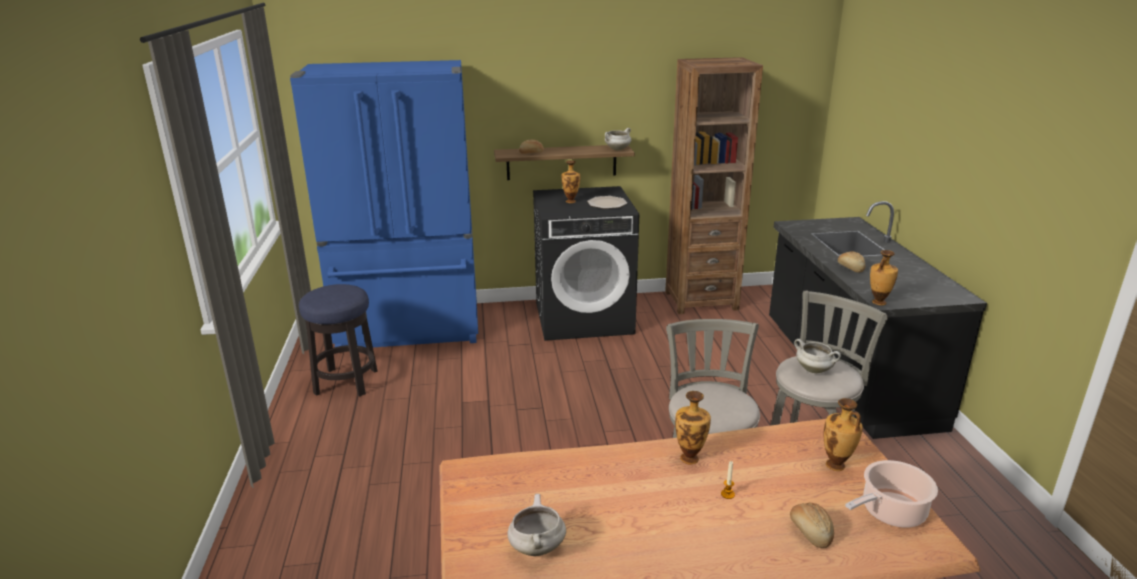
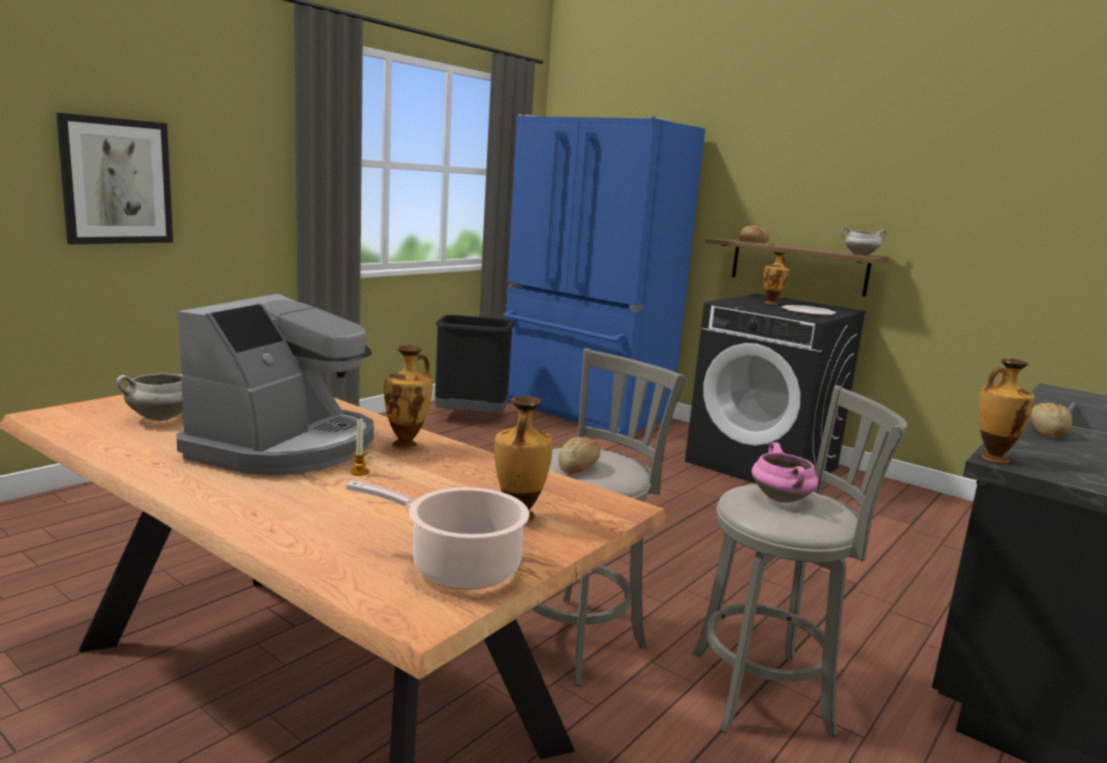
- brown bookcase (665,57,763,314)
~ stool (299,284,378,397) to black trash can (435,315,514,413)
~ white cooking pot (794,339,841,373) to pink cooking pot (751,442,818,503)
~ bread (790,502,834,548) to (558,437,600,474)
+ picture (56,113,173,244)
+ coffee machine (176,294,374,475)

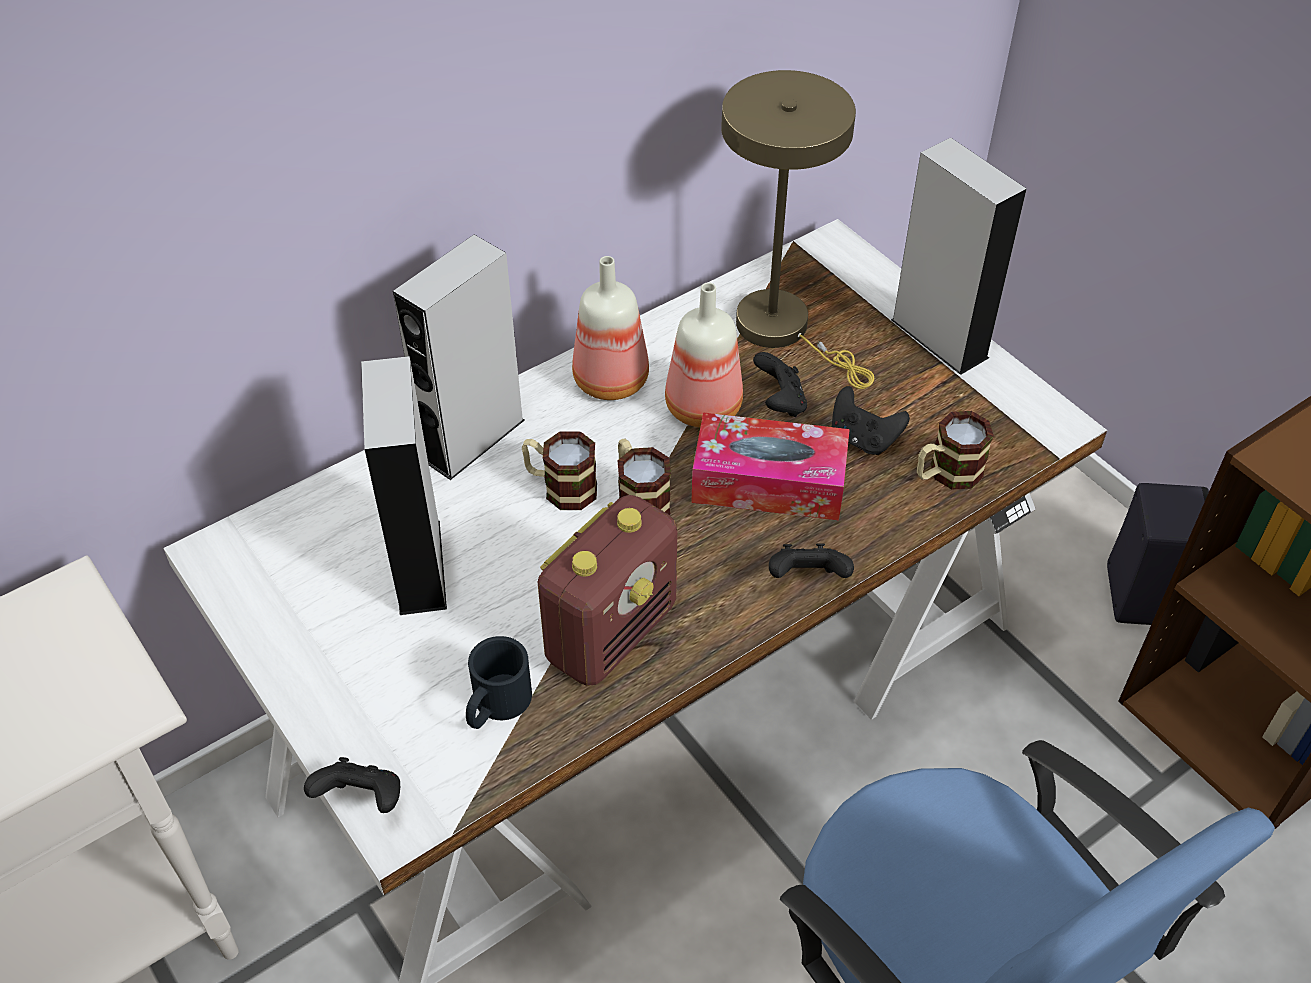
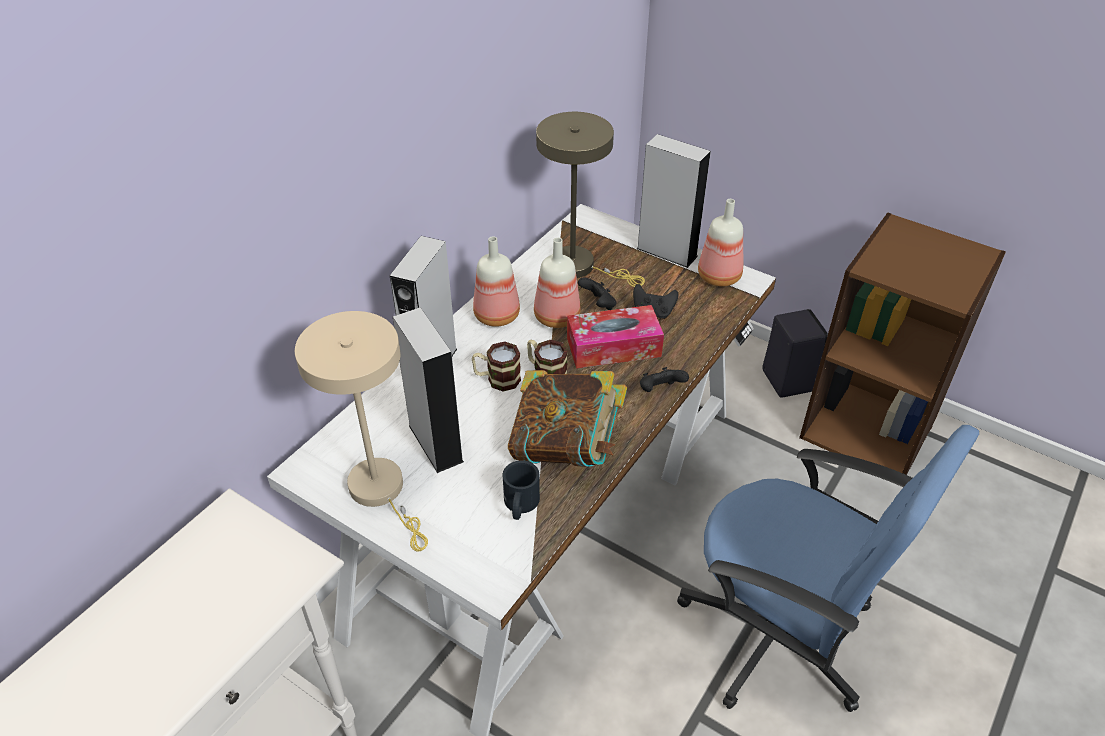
- mug (917,411,994,489)
~ radio (538,495,677,686) to book (508,370,627,467)
- black game controller (304,757,400,813)
+ bottle (698,199,743,287)
+ beige table lamp (295,311,428,551)

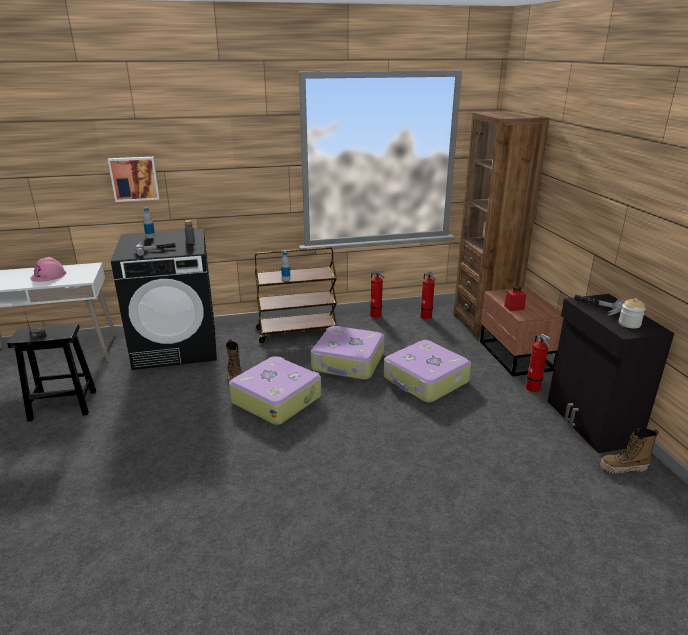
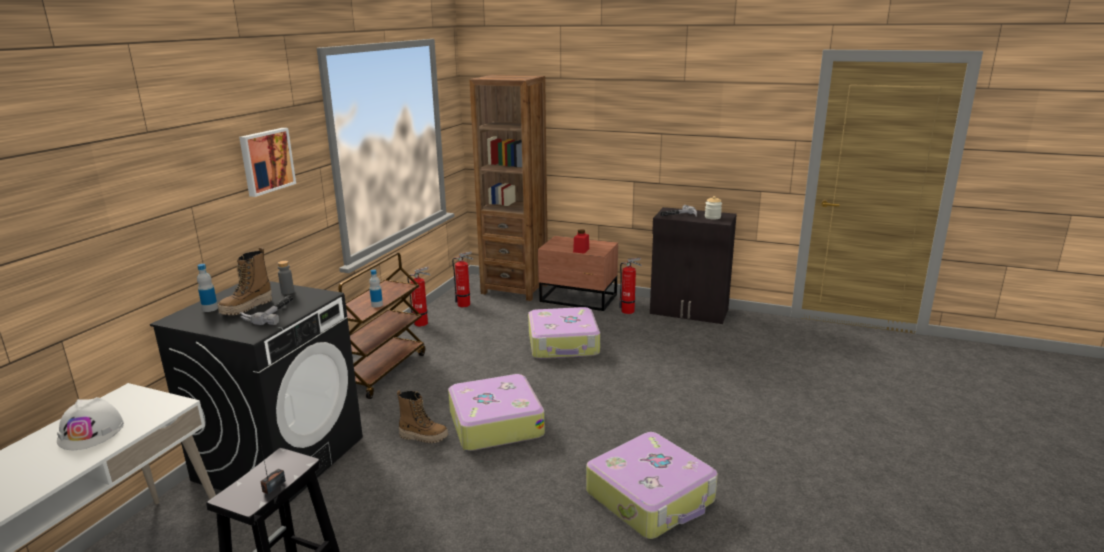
~ picture (108,157,160,202) to (239,128,296,197)
~ pink hard hat (30,257,66,282) to white hard hat (57,397,124,450)
~ suitcase (311,326,384,380) to (586,432,718,539)
~ boot (600,428,659,474) to (217,247,272,315)

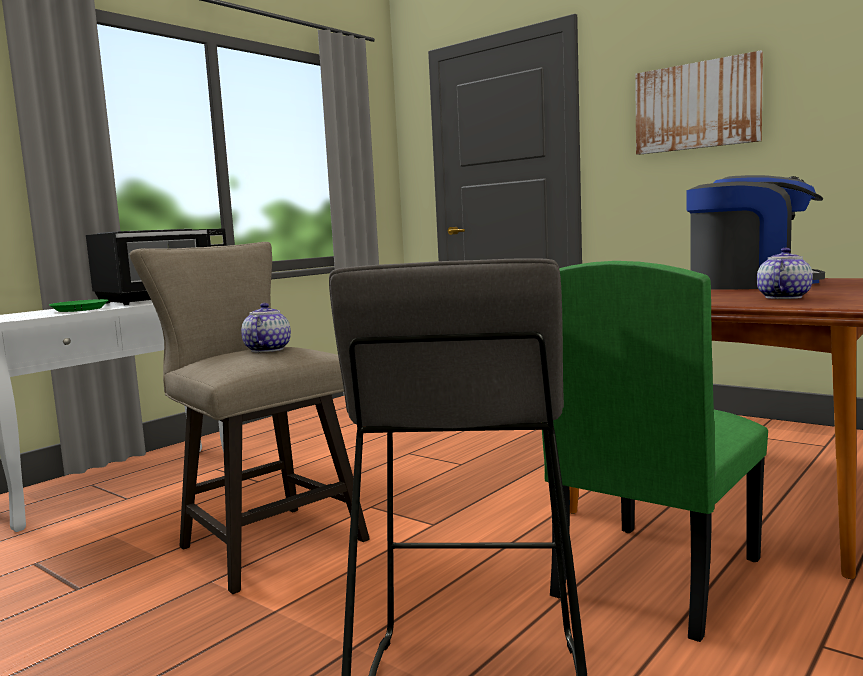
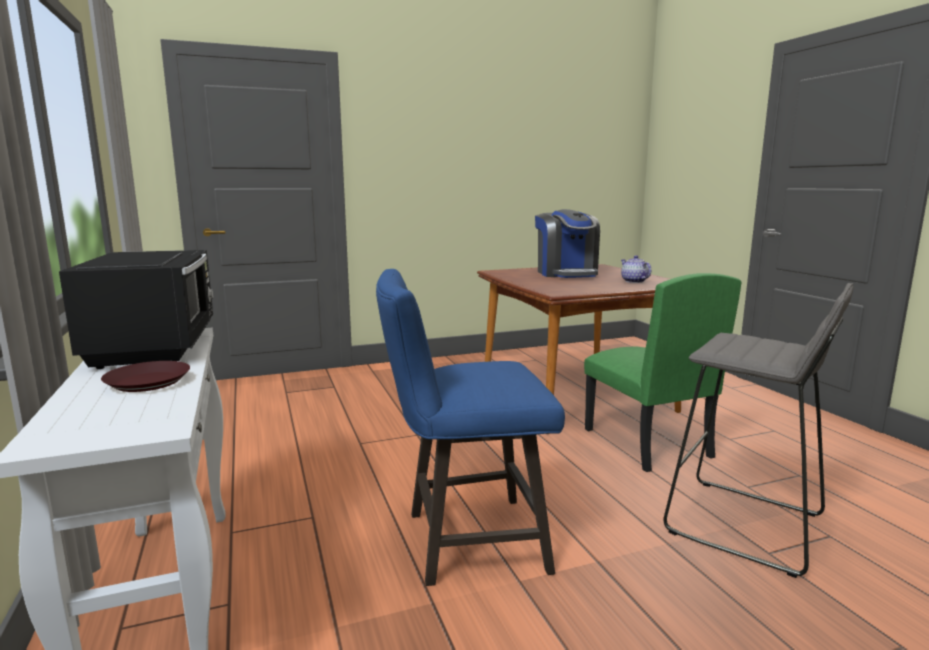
- picture (635,51,763,155)
~ coffee machine (687,175,825,290) = (535,209,600,278) 120 degrees clockwise
~ beige stool (130,242,370,594) to blue stool (376,269,565,586)
~ green plate (49,299,108,312) to brown plate (101,361,190,392)
- teapot (241,303,291,352)

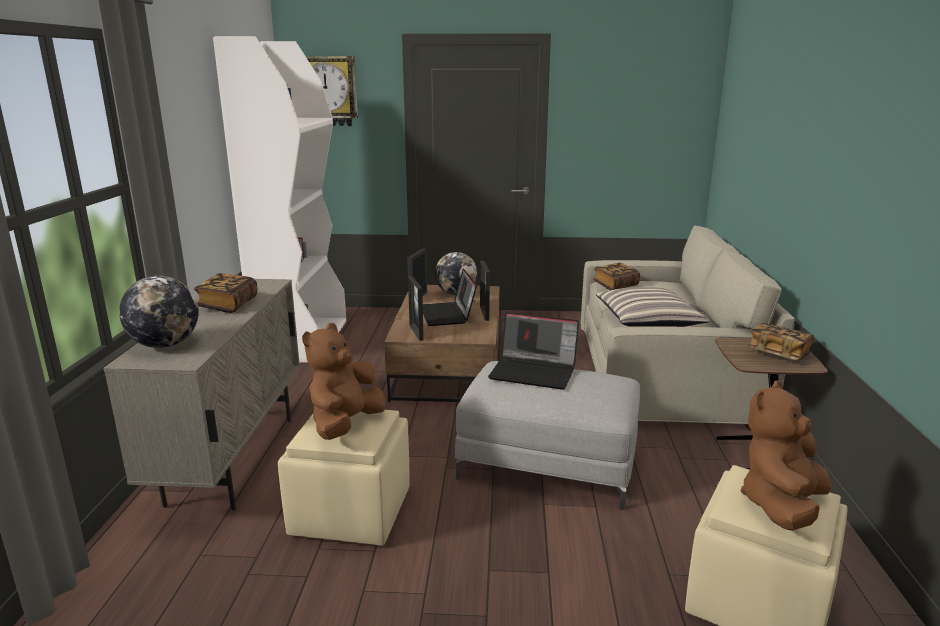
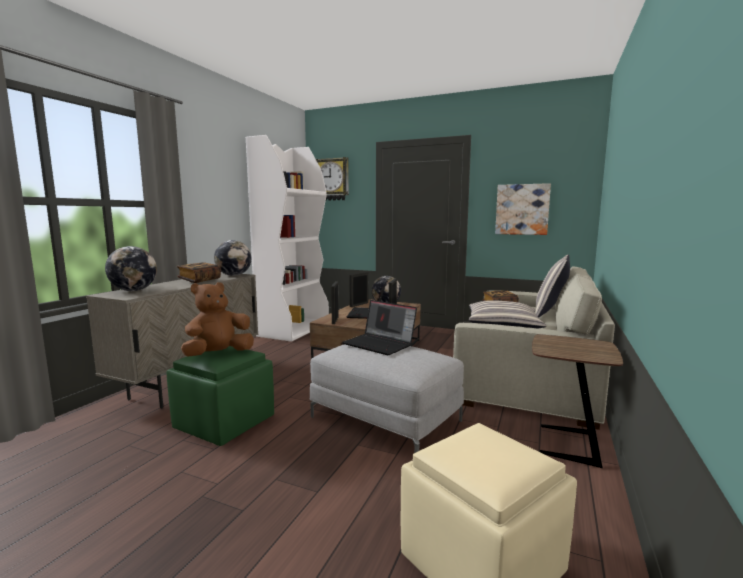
- book (748,323,814,361)
- brown plush toy (741,380,831,531)
~ beige ottoman (278,410,410,546) to green ottoman (166,346,274,446)
+ picture (495,183,551,235)
+ globe (214,240,251,276)
+ pillow (536,255,570,318)

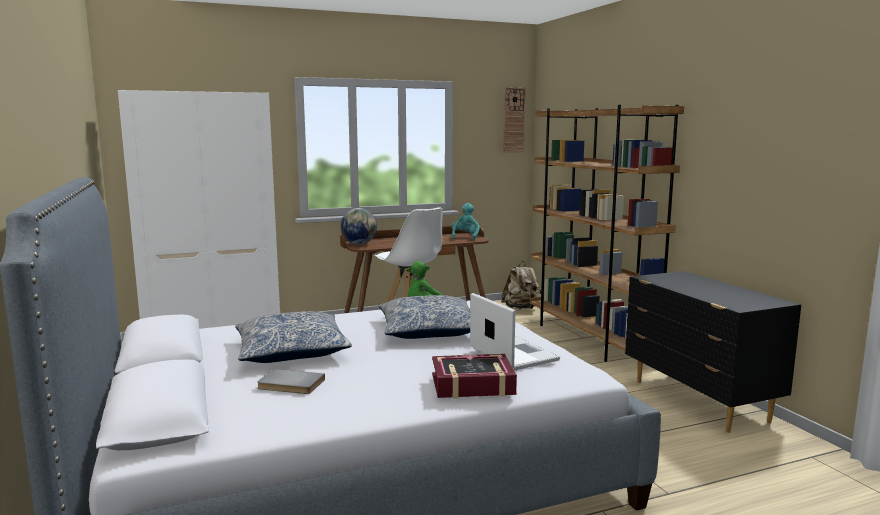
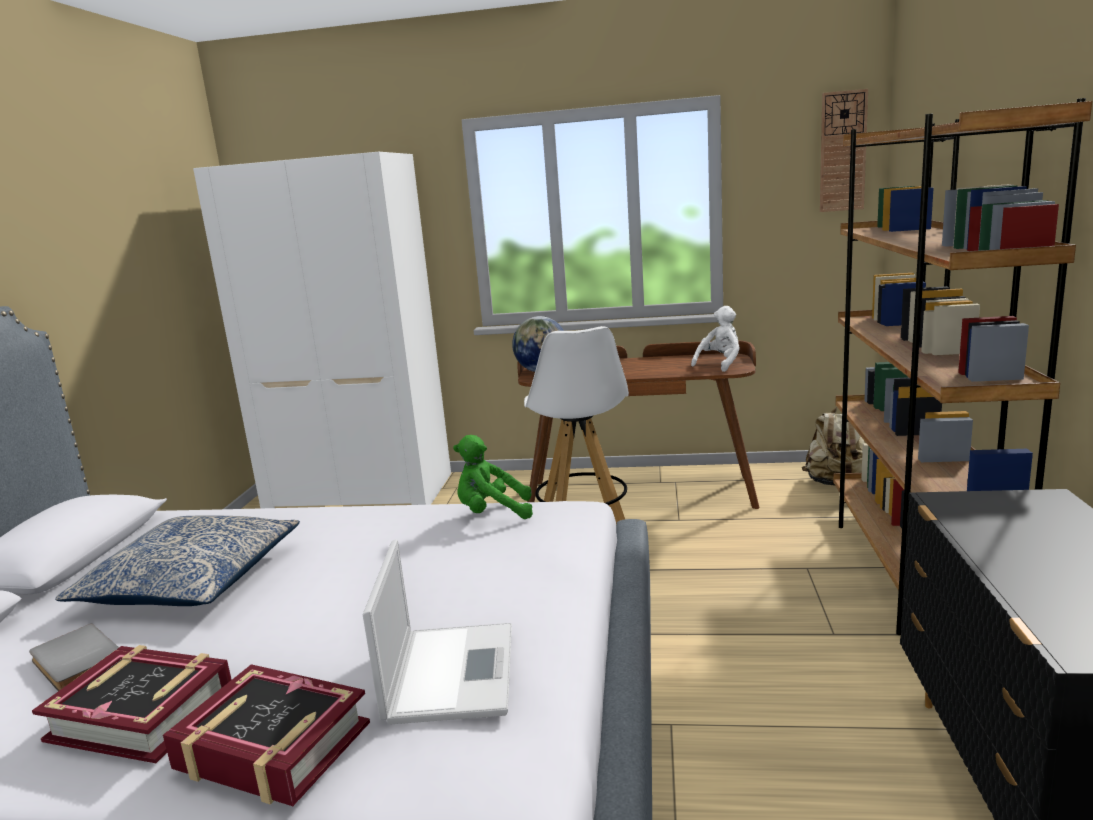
~ turquoise plush toy (451,203,480,241) to white plush toy (691,306,740,372)
- pillow (379,295,470,339)
+ book (32,645,232,763)

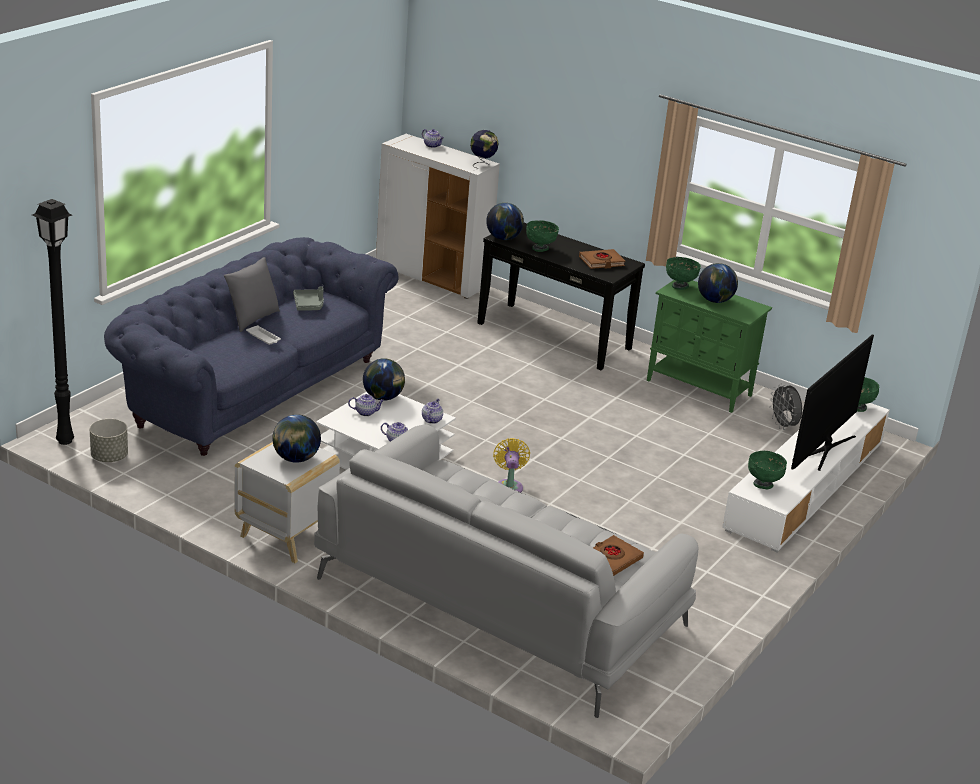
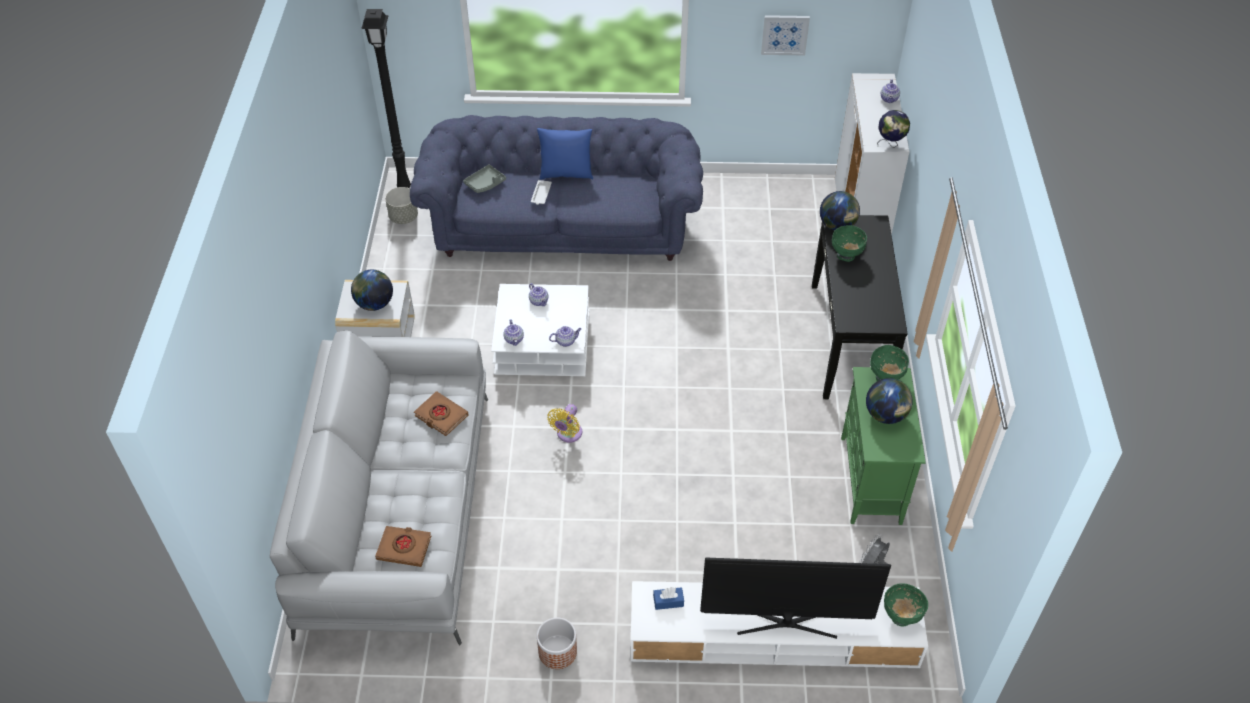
~ brown book (579,249,625,269) to (414,391,469,436)
~ grey pillow (224,257,280,332) to blue pillow (537,128,593,180)
~ grey tray (293,286,324,310) to (463,164,506,193)
- globe (363,358,405,401)
~ yellow fan (493,438,530,492) = (547,404,582,443) 150 degrees clockwise
~ green bowl (748,451,787,489) to blue tissue box (653,587,684,610)
+ picture (761,15,810,56)
+ planter (537,617,577,669)

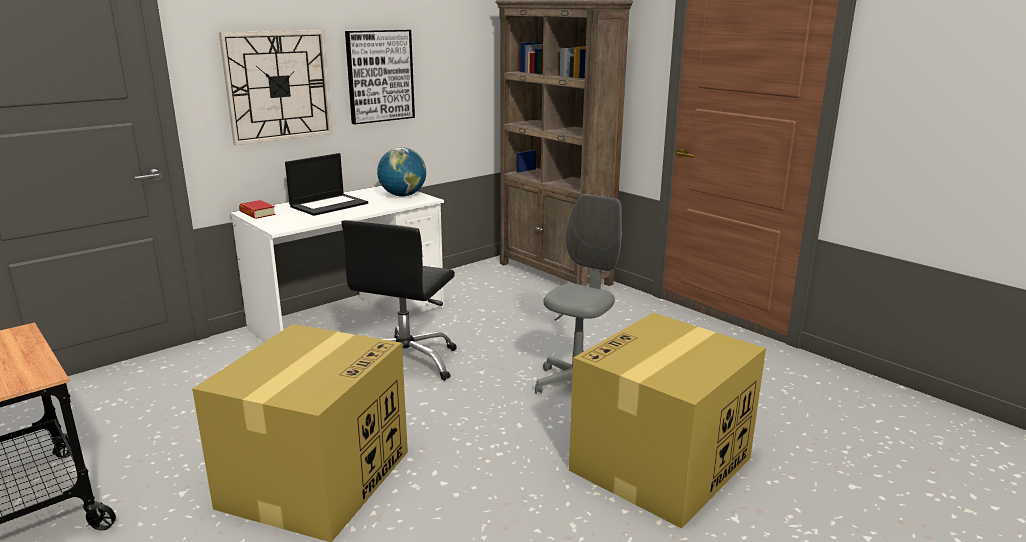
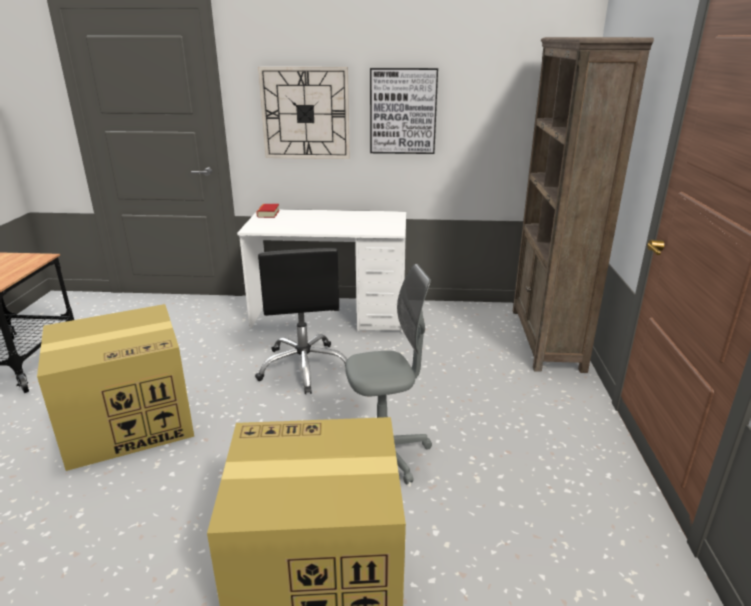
- globe (377,147,426,197)
- laptop (285,153,368,216)
~ black office chair (341,220,457,381) = (255,248,347,394) 75 degrees counterclockwise

